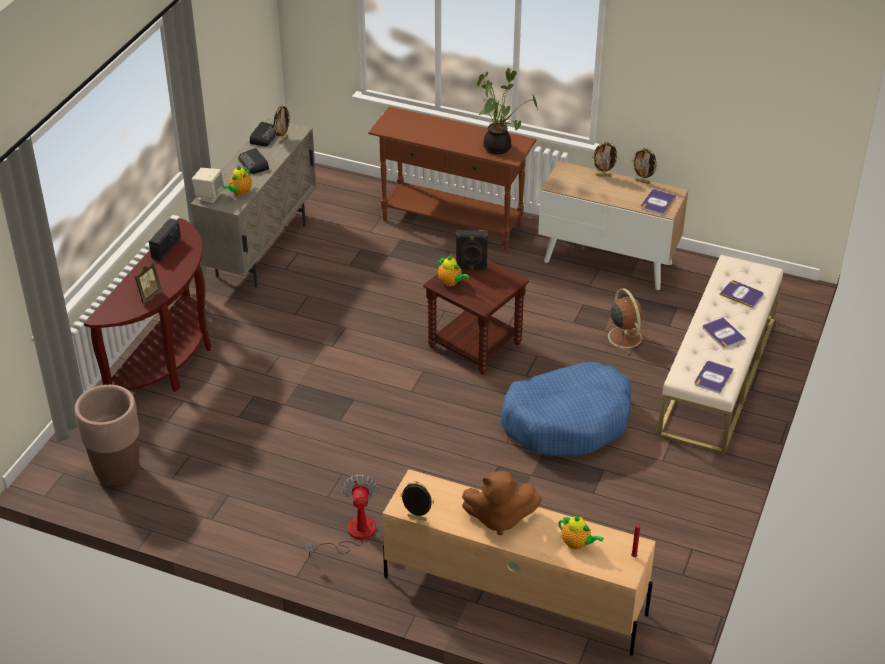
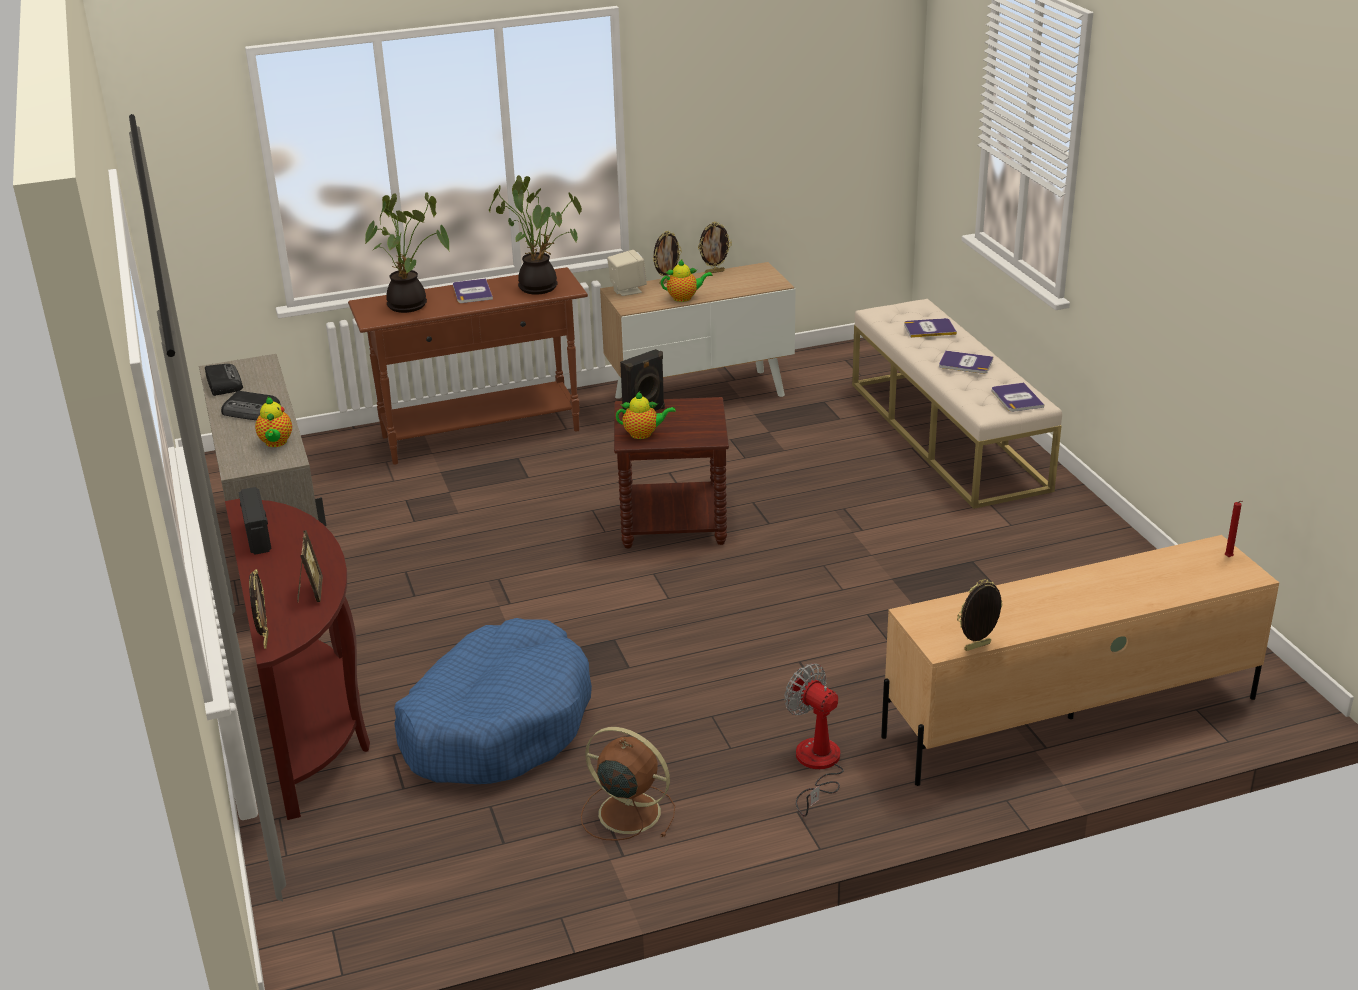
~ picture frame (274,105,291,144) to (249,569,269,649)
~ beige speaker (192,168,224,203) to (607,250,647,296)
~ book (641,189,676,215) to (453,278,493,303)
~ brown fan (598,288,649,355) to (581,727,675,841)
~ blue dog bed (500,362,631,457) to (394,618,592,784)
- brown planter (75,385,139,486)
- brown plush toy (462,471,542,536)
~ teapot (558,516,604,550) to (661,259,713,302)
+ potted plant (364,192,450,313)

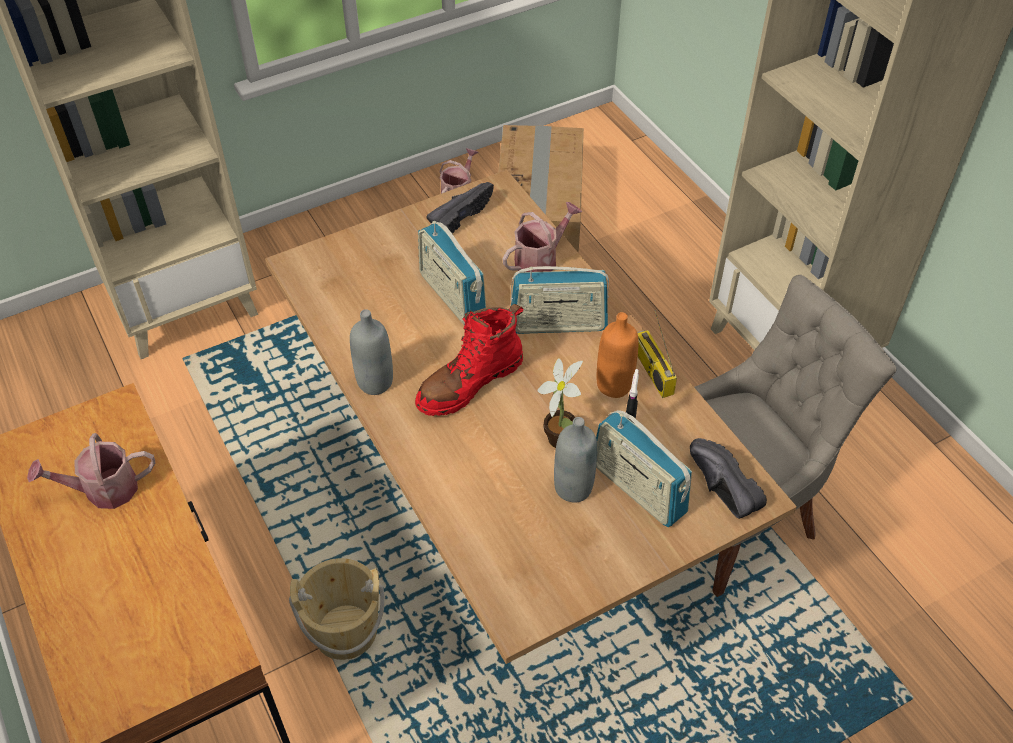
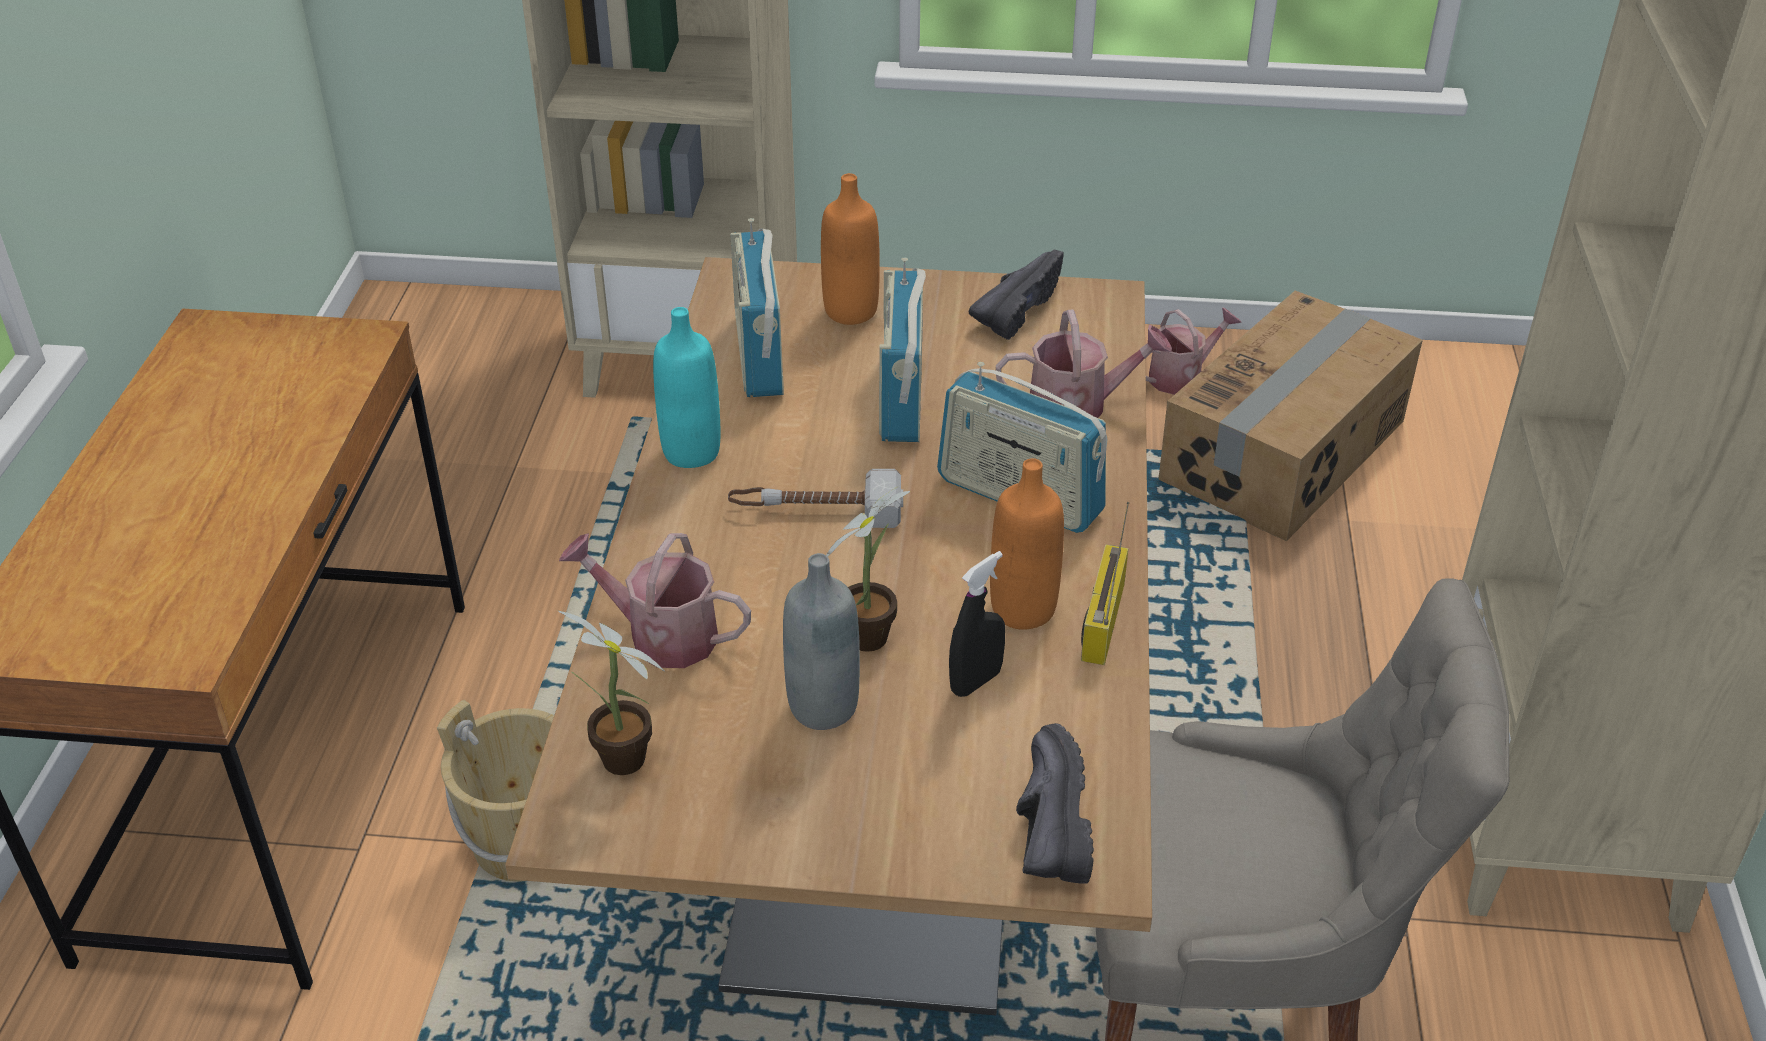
~ black shoe (426,182,494,233) = (969,250,1064,340) 45 degrees counterclockwise
~ red boot (415,304,524,416) to hammer (728,469,903,528)
~ grey bottle (350,309,393,395) to turquoise bottle (653,307,720,468)
~ radio (596,410,692,527) to (730,218,784,397)
~ watering can (27,433,155,509) to (559,533,751,668)
+ orange bottle (821,173,880,325)
+ potted plant (557,610,665,775)

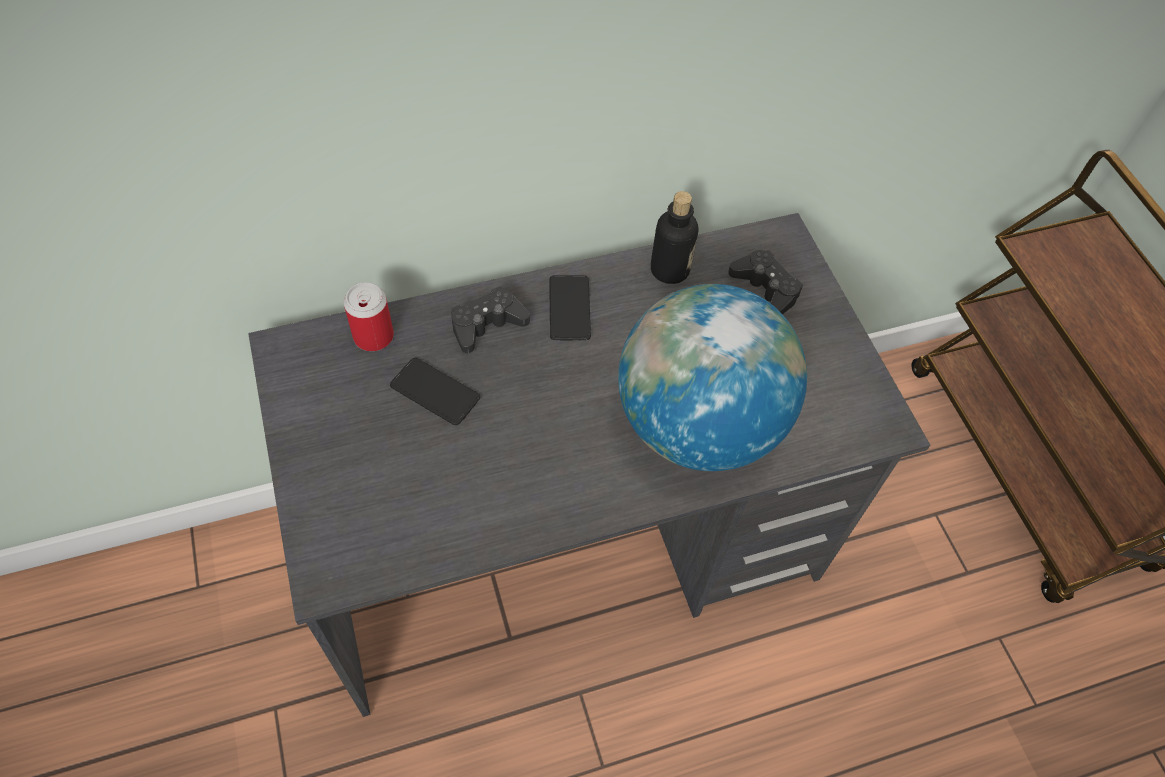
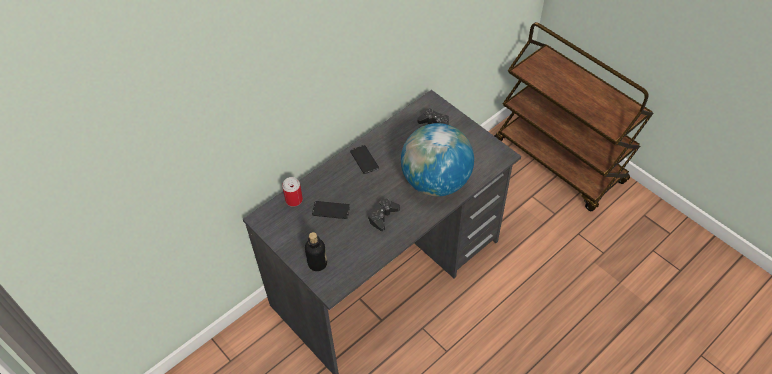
~ bottle (651,191,699,284) to (305,232,327,271)
~ black game controller (451,286,530,353) to (368,199,400,231)

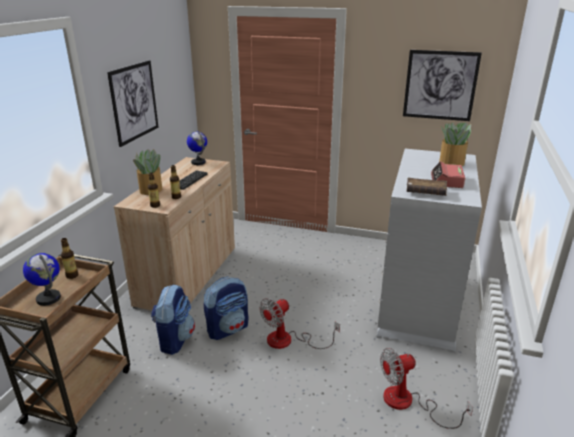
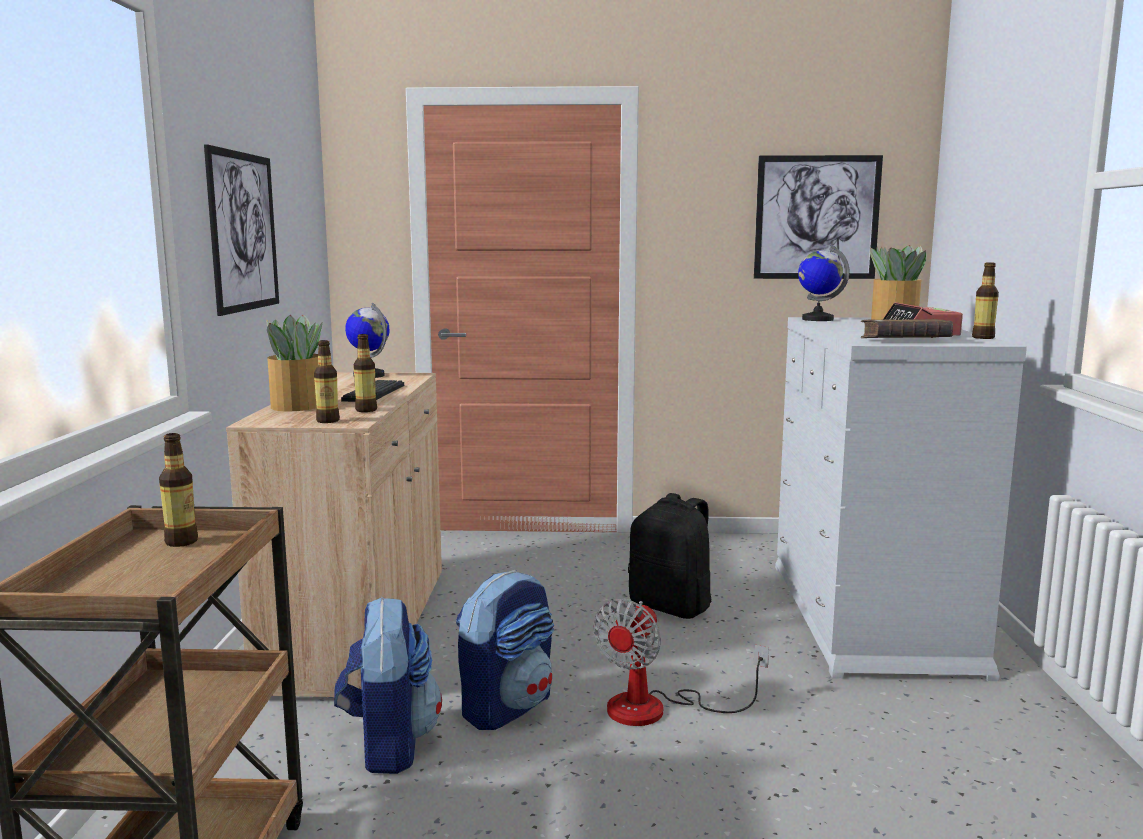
~ globe (23,253,61,306) to (798,245,850,321)
- fan (380,348,473,429)
+ bottle (972,262,999,339)
+ black backpack (628,493,712,619)

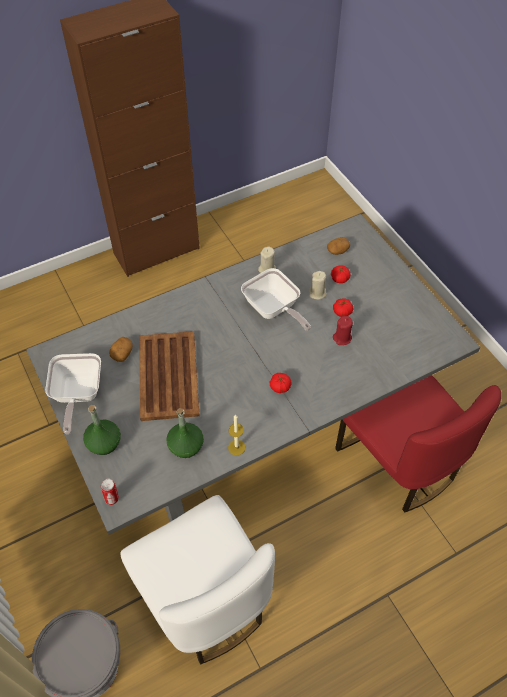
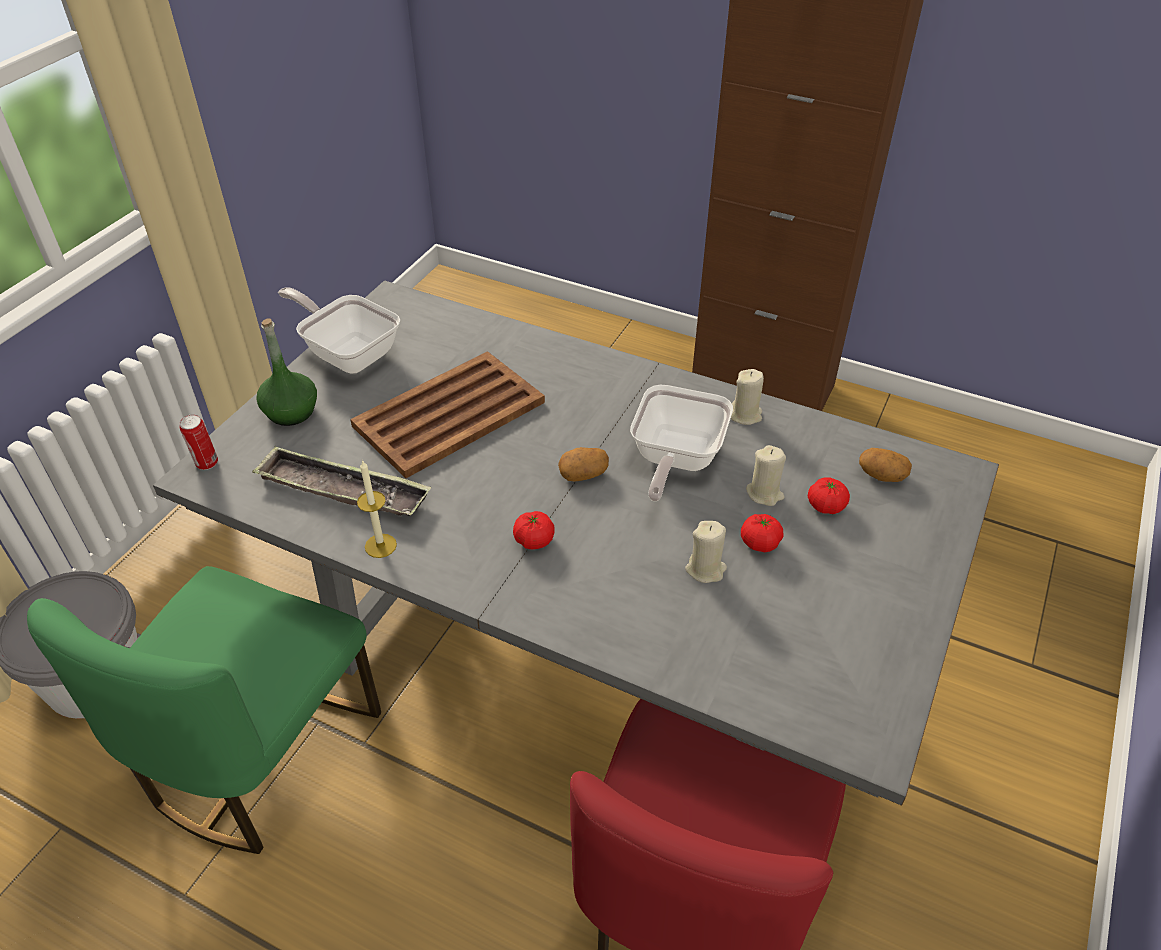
~ red candle (333,316,353,345) to beige candle (685,521,727,583)
~ potato (109,337,133,362) to (558,447,609,482)
~ frying pan (45,353,101,434) = (278,287,400,374) 75 degrees clockwise
~ green bottle (166,408,204,458) to tray (252,446,431,516)
~ white chair (120,495,275,664) to green chair (27,566,381,854)

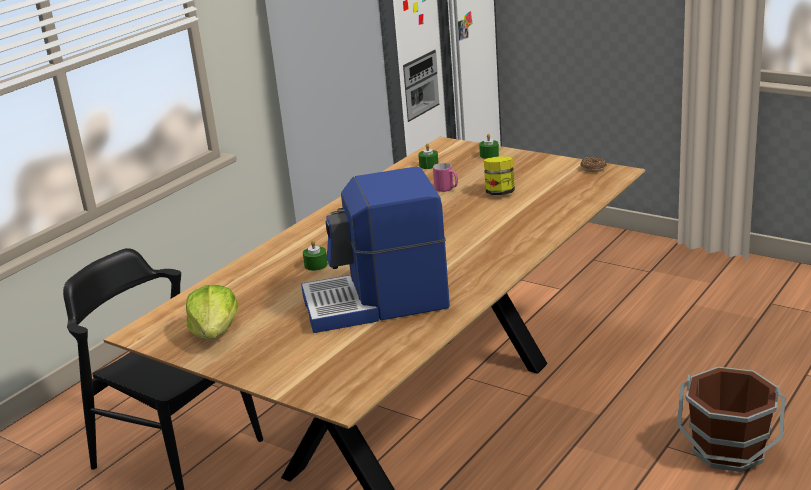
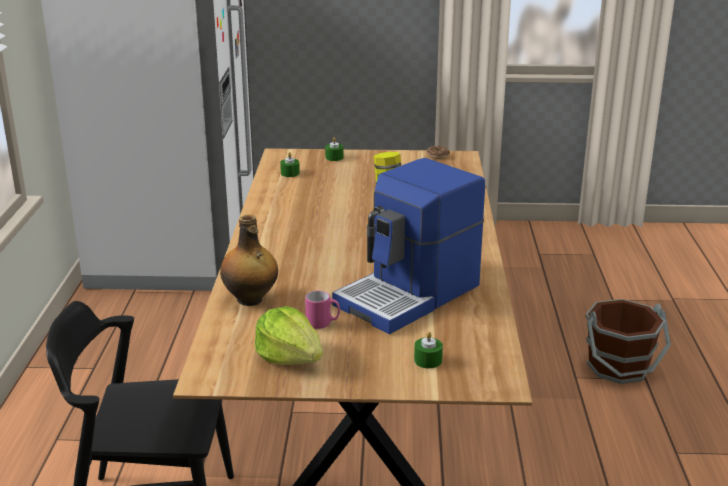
~ pink mug (433,163,458,192) to (305,291,340,329)
~ green candle (303,240,328,271) to (414,331,443,368)
+ bottle (220,214,278,306)

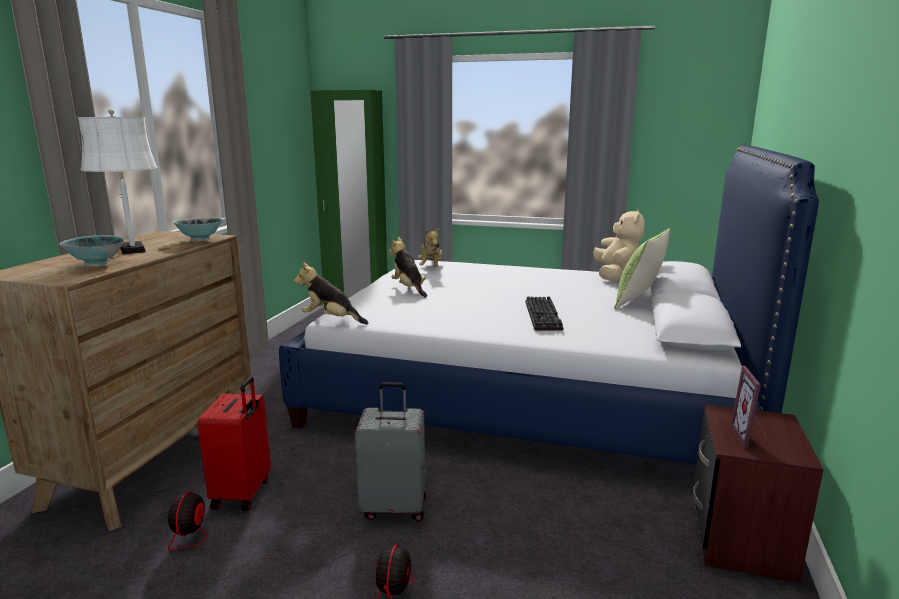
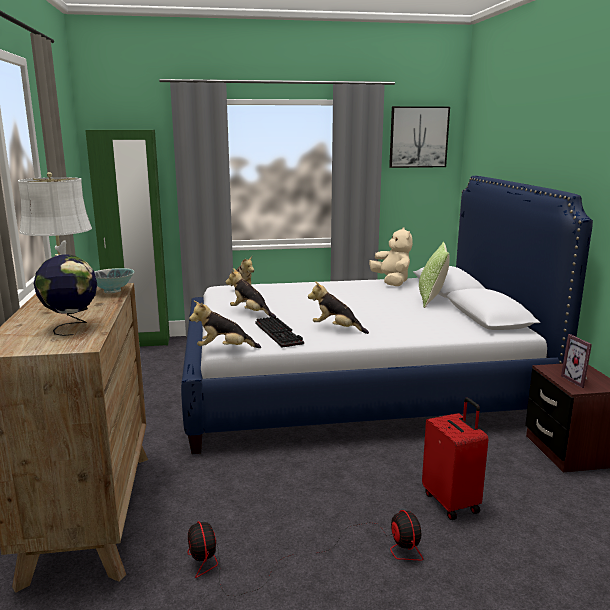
~ bowl (59,235,125,267) to globe (34,254,97,336)
~ keyboard (525,296,563,331) to (255,316,304,348)
~ red suitcase (198,376,271,511) to (422,398,489,520)
- grey suitcase (355,382,426,521)
+ picture (389,106,450,168)
+ plush toy (308,281,369,334)

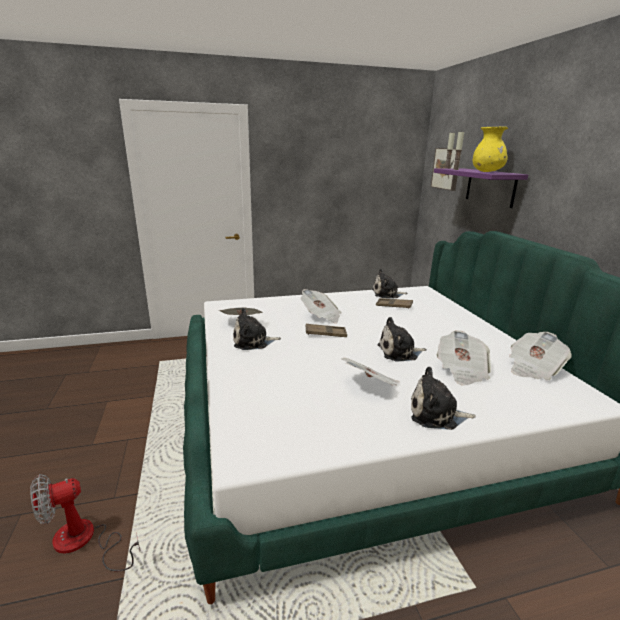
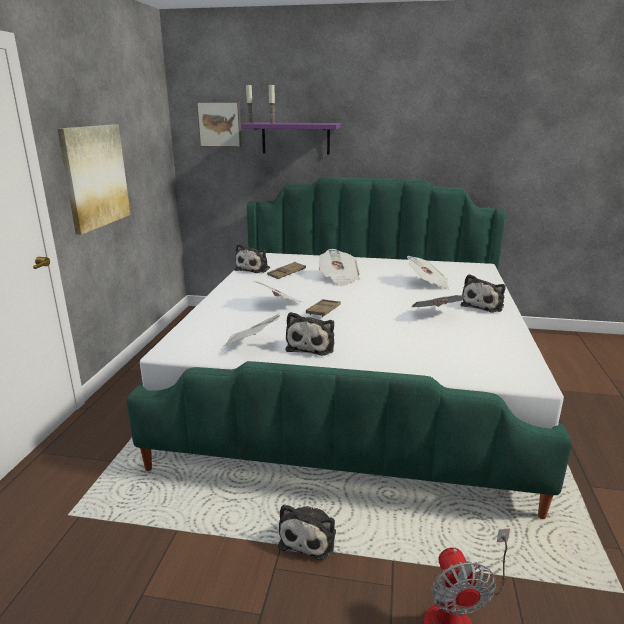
- yellow vase (473,126,508,172)
~ plush toy (377,317,427,362) to (278,504,336,560)
~ newspaper (509,332,572,380) to (319,249,360,286)
+ picture (57,124,131,235)

